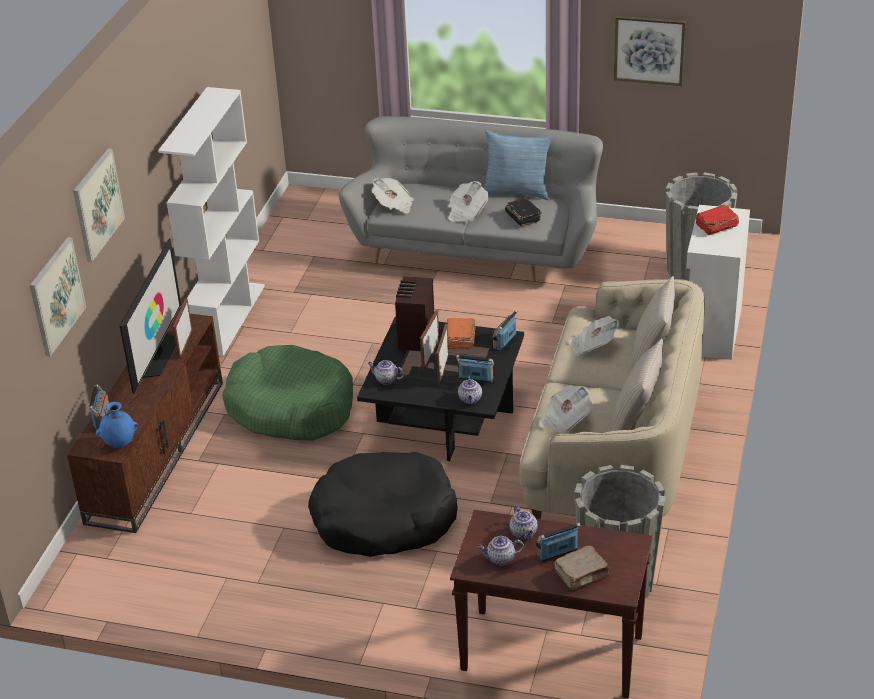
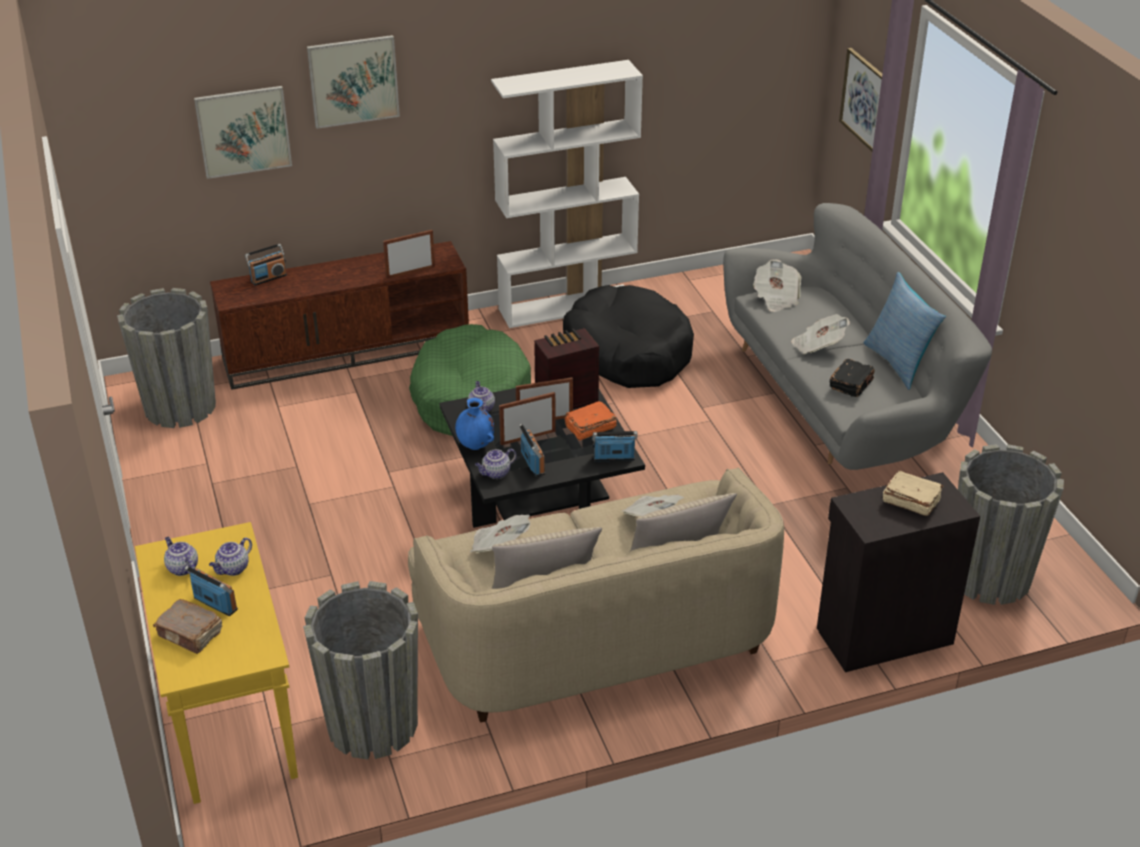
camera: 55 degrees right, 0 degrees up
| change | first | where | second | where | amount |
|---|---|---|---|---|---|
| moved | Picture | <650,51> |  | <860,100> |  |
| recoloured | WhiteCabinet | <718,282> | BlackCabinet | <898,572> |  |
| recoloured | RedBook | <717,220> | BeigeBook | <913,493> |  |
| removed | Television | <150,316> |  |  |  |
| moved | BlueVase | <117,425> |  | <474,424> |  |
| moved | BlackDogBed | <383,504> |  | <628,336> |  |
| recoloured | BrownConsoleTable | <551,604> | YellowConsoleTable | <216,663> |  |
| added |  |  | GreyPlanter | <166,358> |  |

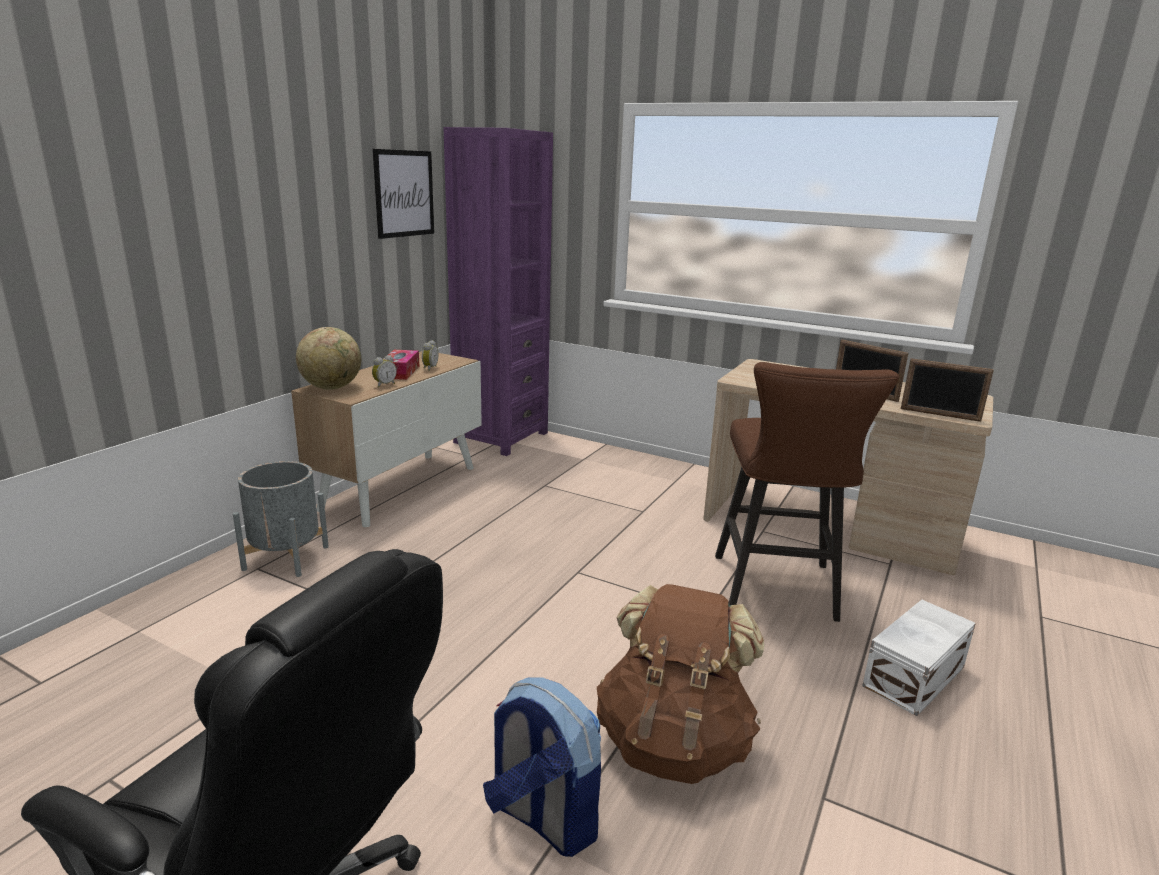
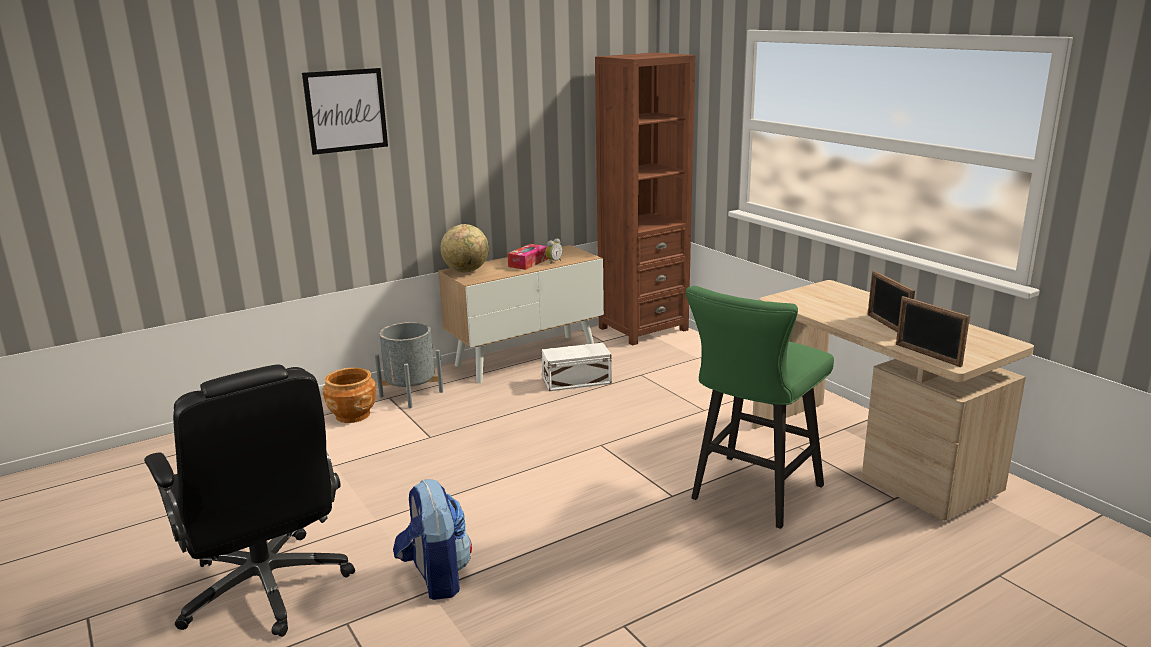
camera: 30 degrees right, 0 degrees up
| change | first | where | second | where | amount |
|---|---|---|---|---|---|
| recoloured | PurpleBookcase | <498,291> | BrownBookcase | <645,199> |  |
| moved | Picture | <403,194> |  | <345,111> |  |
| removed | AlarmClock | <384,371> |  |  |  |
| recoloured | BrownStool | <807,492> | GreenStool | <760,407> |  |
| removed | BrownBackpack | <680,684> |  |  |  |
| moved | WhiteStorageBox | <919,658> |  | <577,367> |  |
| added |  |  | BrownPlanter | <349,395> |  |

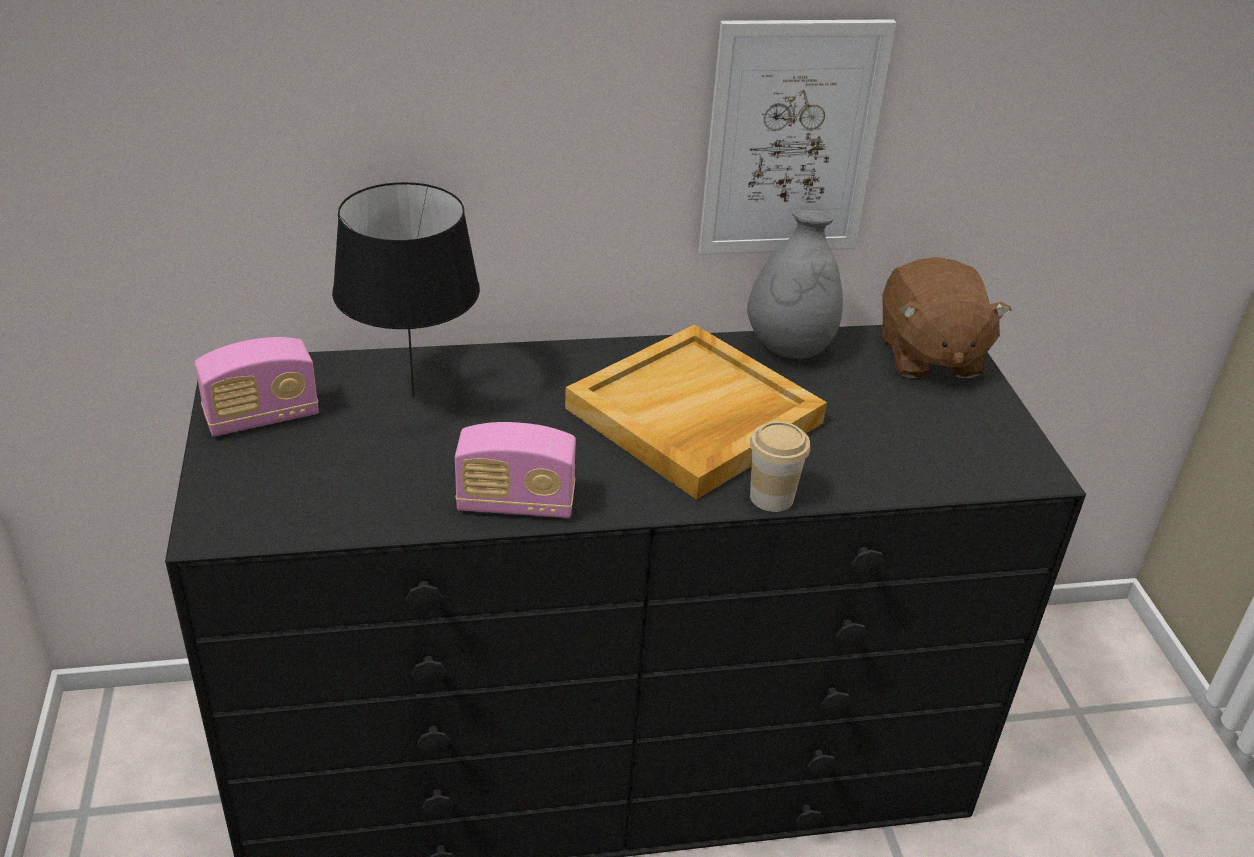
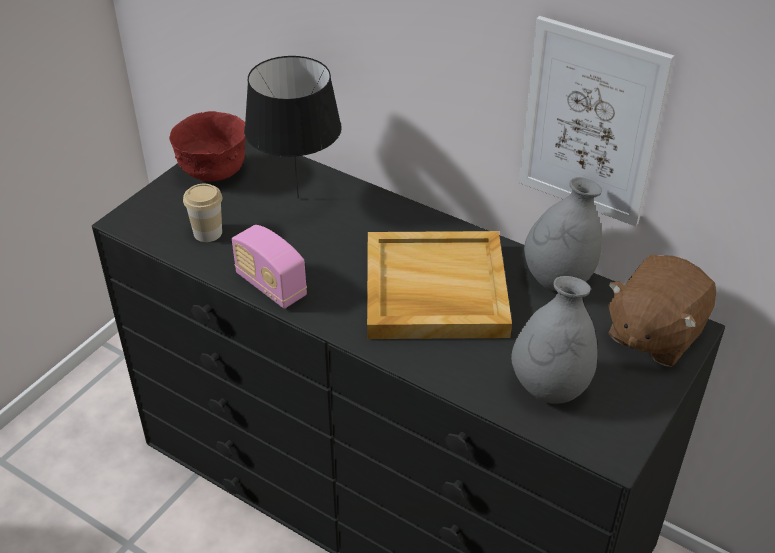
camera: 45 degrees right, 5 degrees up
| change | first | where | second | where | amount |
|---|---|---|---|---|---|
| replaced | Radio | <257,386> | RedBowl | <207,146> |  |
| moved | Cup | <780,466> |  | <202,213> |  |
| added |  |  | GreyVase | <554,340> |  |

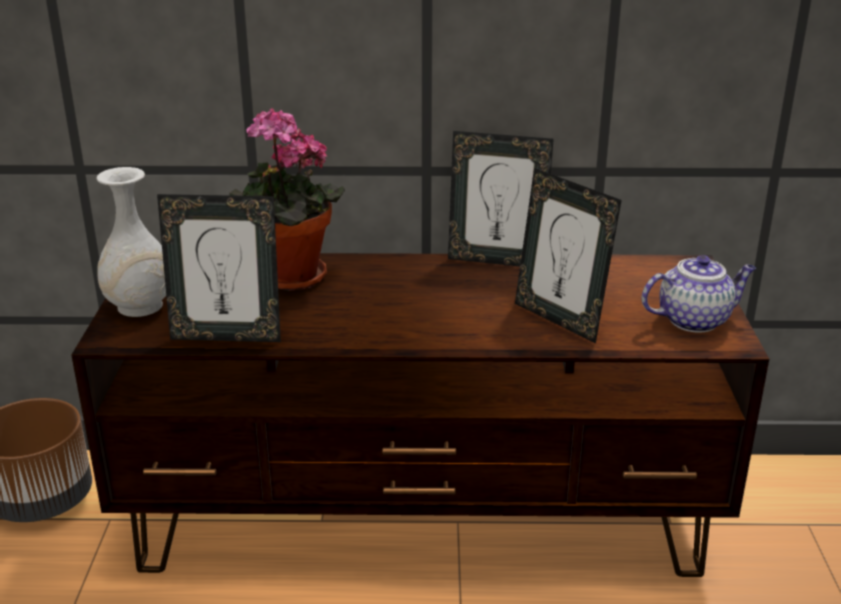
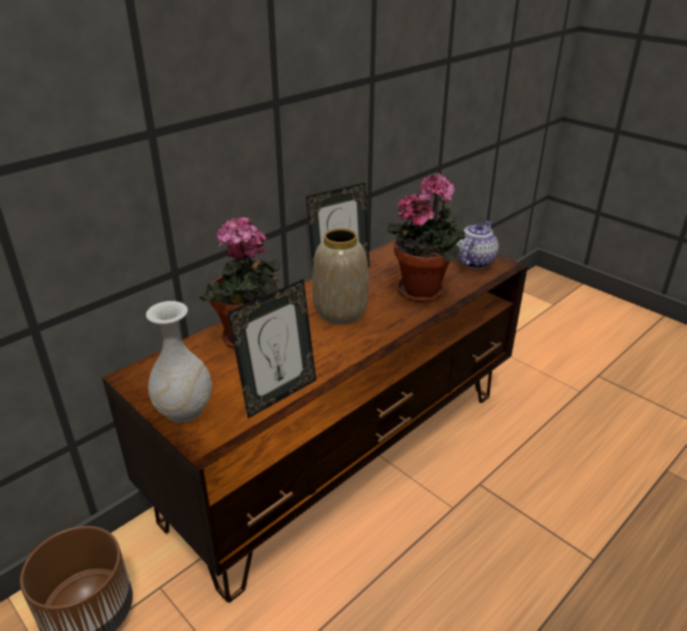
camera: 45 degrees left, 5 degrees up
| change | first | where | second | where | amount |
|---|---|---|---|---|---|
| replaced | PictureFrame | <568,256> | PottedPlant | <426,237> |  |
| added |  |  | Vase | <340,276> |  |

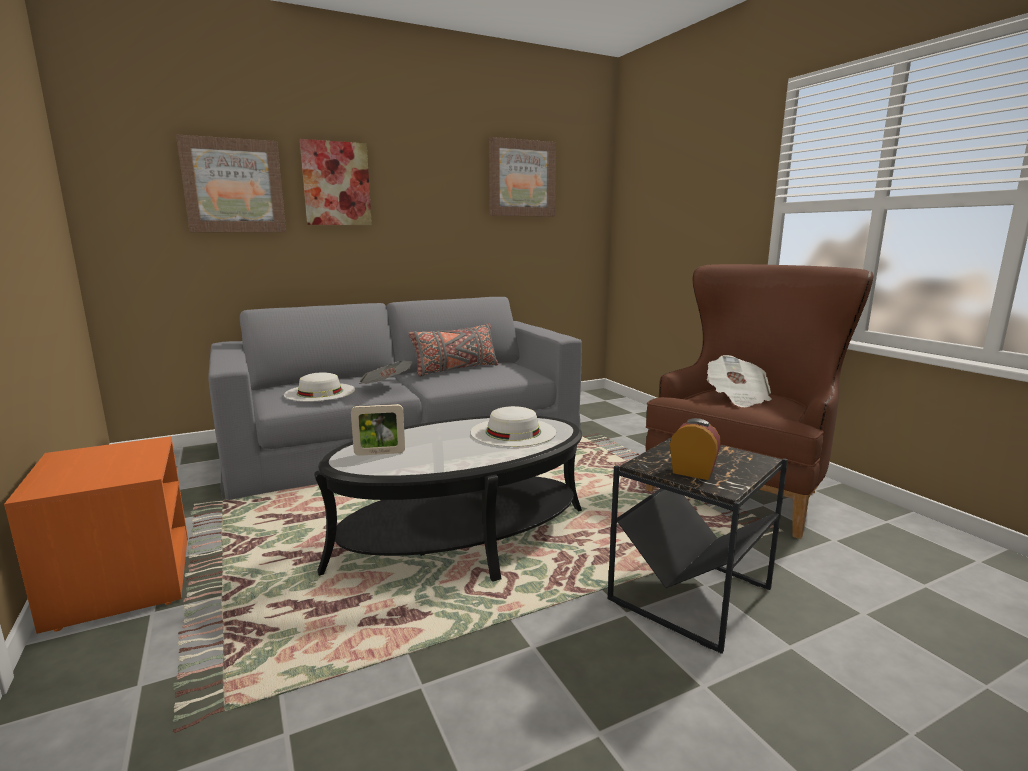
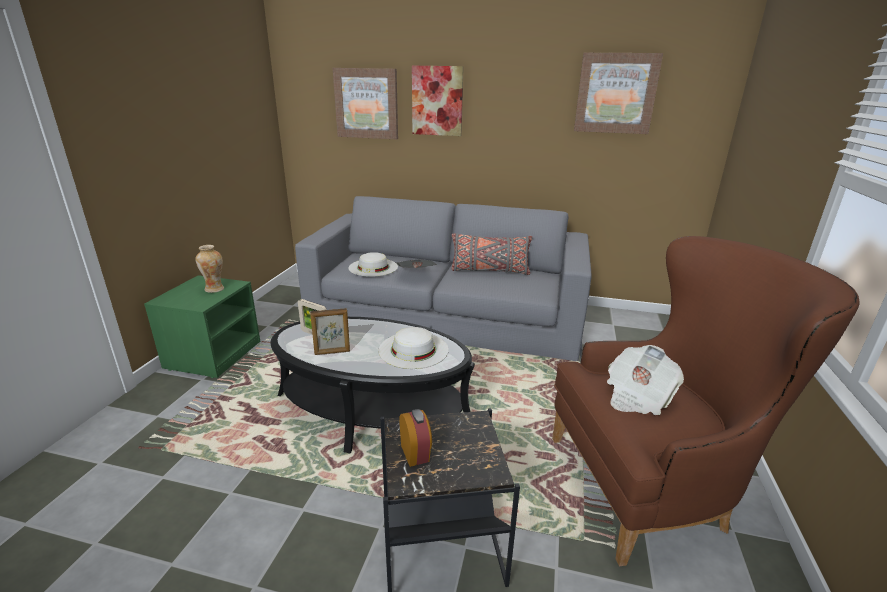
camera: 40 degrees right, 10 degrees up
| change | first | where | second | where | amount |
|---|---|---|---|---|---|
| recoloured | OrangeNightstand | <96,535> | GreenNightstand | <202,326> |  |
| added |  |  | Vase | <209,269> |  |
| added |  |  | PictureFrame | <330,331> |  |

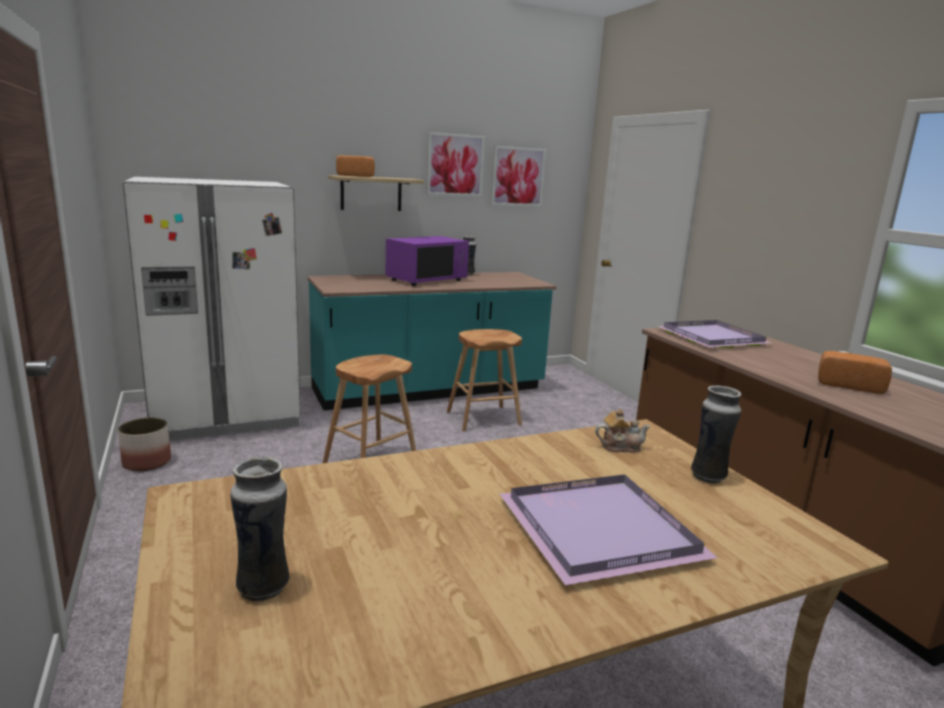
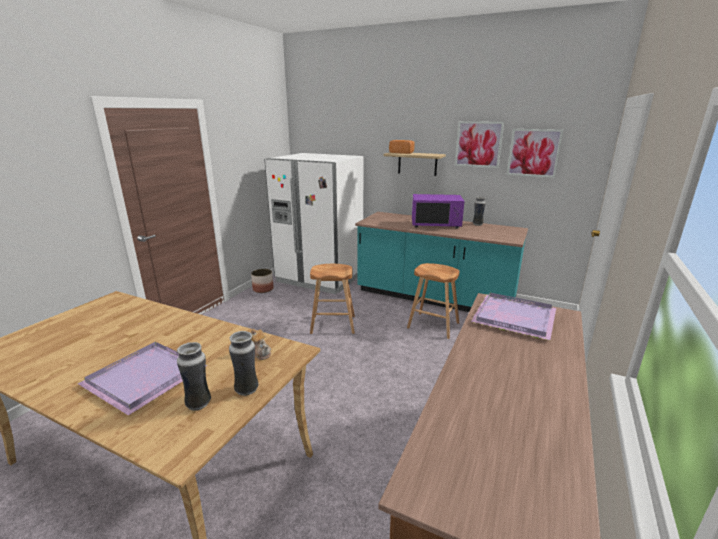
camera: 50 degrees right, 5 degrees up
| change | first | where | second | where | amount |
|---|---|---|---|---|---|
| removed | Bread | <855,372> |  |  |  |
| moved | Vase | <260,529> |  | <194,376> |  |

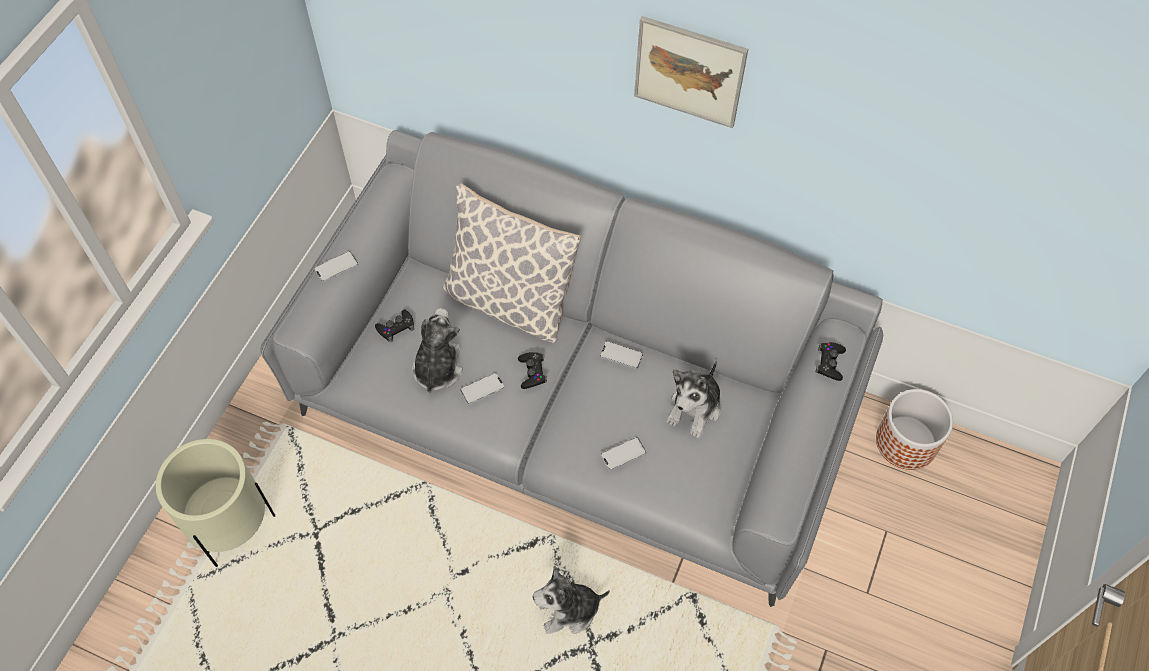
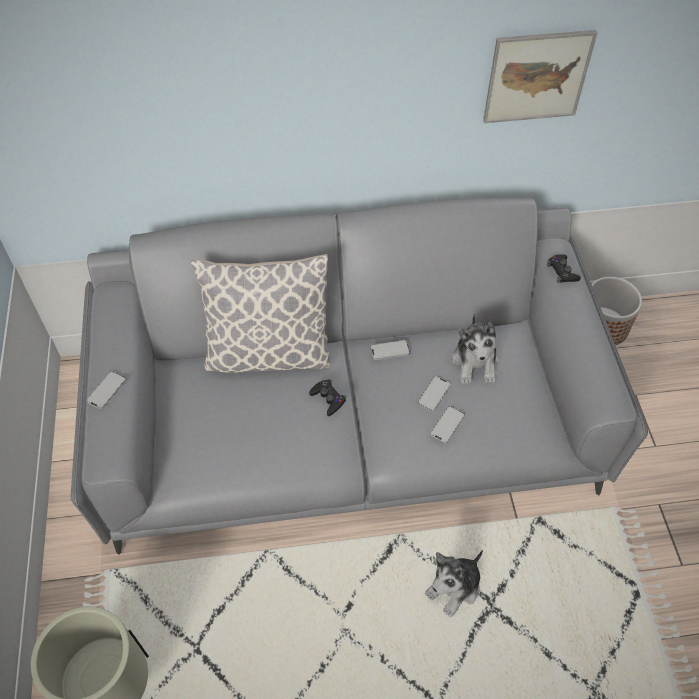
camera: 30 degrees left, 5 degrees down
| change | first | where | second | where | amount |
|---|---|---|---|---|---|
| moved | Picture | <691,72> |  | <540,76> |  |
| removed | PlushToy | <437,351> |  |  |  |
| removed | BlackGameController | <394,325> |  |  |  |
| moved | Phone | <482,389> |  | <434,394> |  |

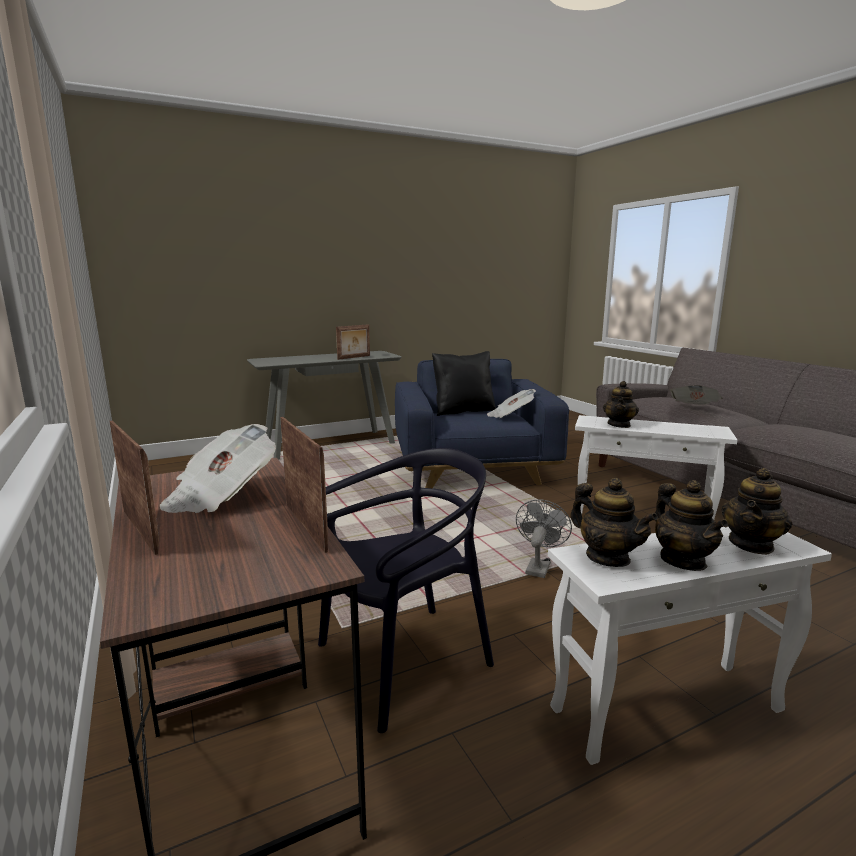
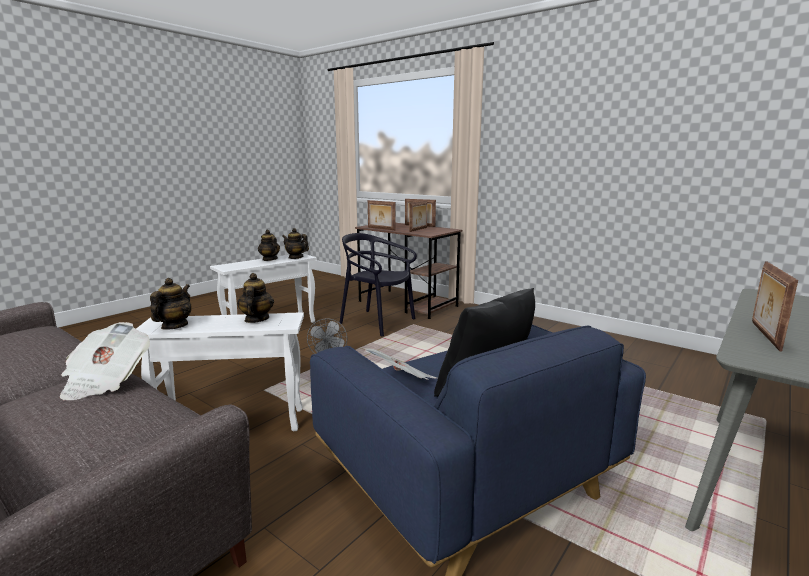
camera: 155 degrees right, 0 degrees up
| change | first | where | second | where | amount |
|---|---|---|---|---|---|
| replaced | Newspaper | <218,468> | PictureFrame | <418,216> |  |
| turned | BlackChair | <406,590> |  | <378,285> | 90 degrees clockwise |
| moved | Teapot | <756,511> |  | <171,304> |  |

